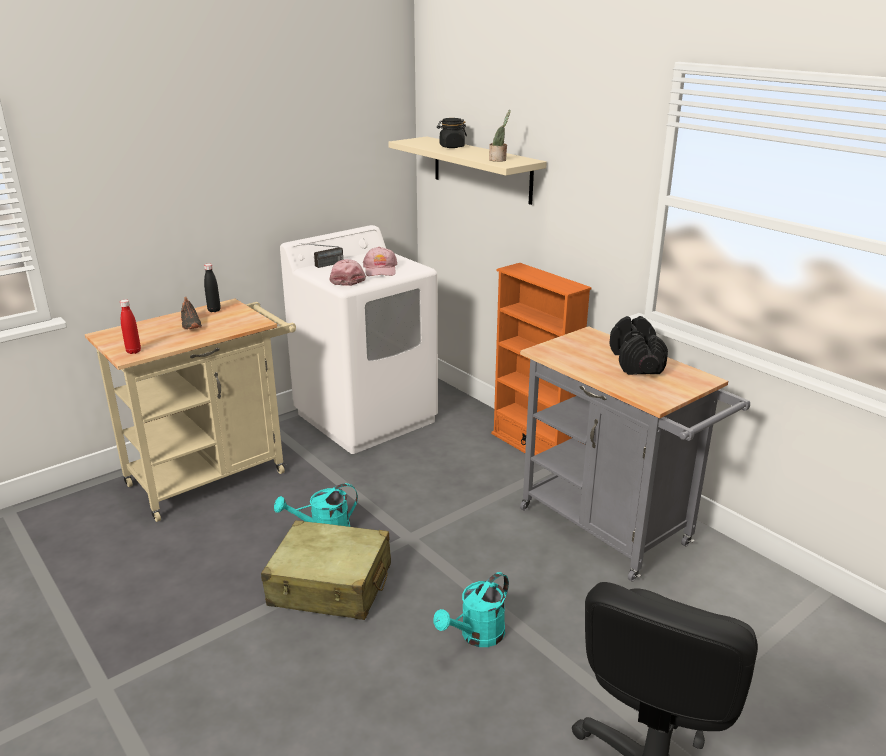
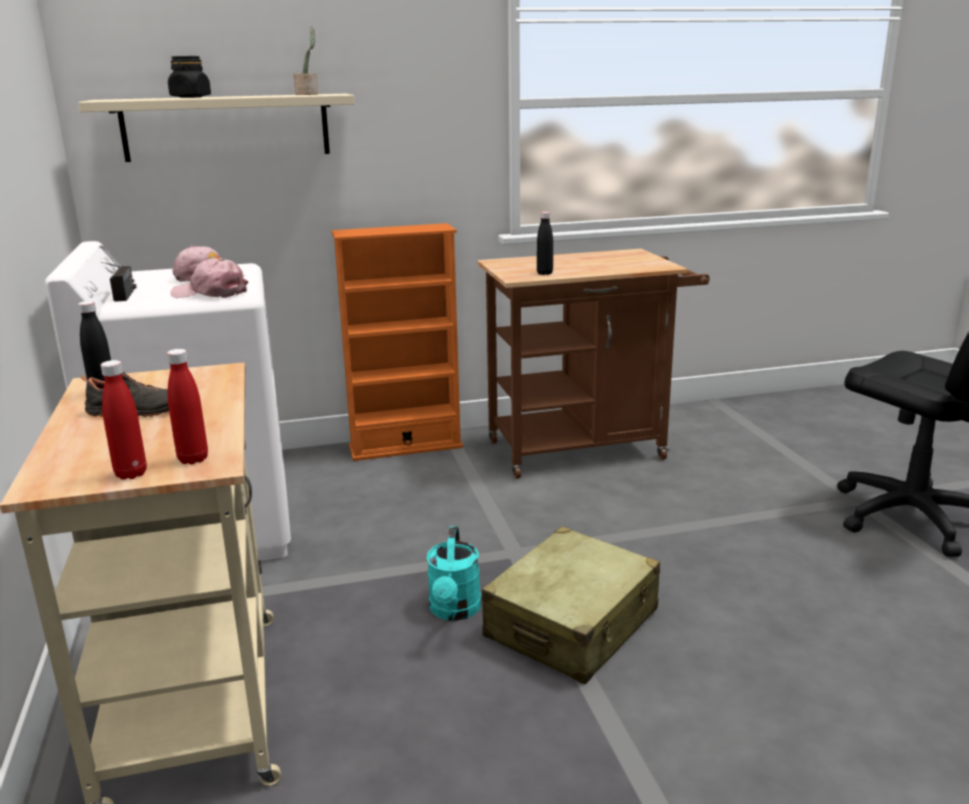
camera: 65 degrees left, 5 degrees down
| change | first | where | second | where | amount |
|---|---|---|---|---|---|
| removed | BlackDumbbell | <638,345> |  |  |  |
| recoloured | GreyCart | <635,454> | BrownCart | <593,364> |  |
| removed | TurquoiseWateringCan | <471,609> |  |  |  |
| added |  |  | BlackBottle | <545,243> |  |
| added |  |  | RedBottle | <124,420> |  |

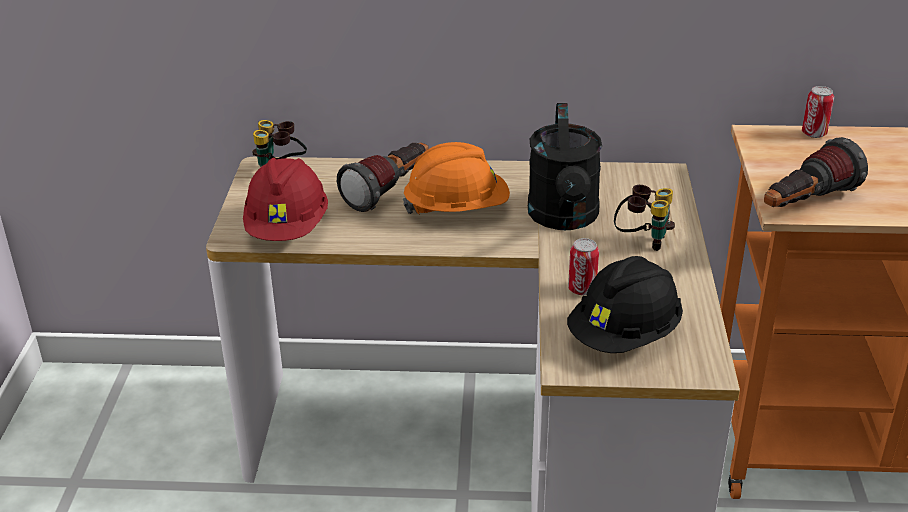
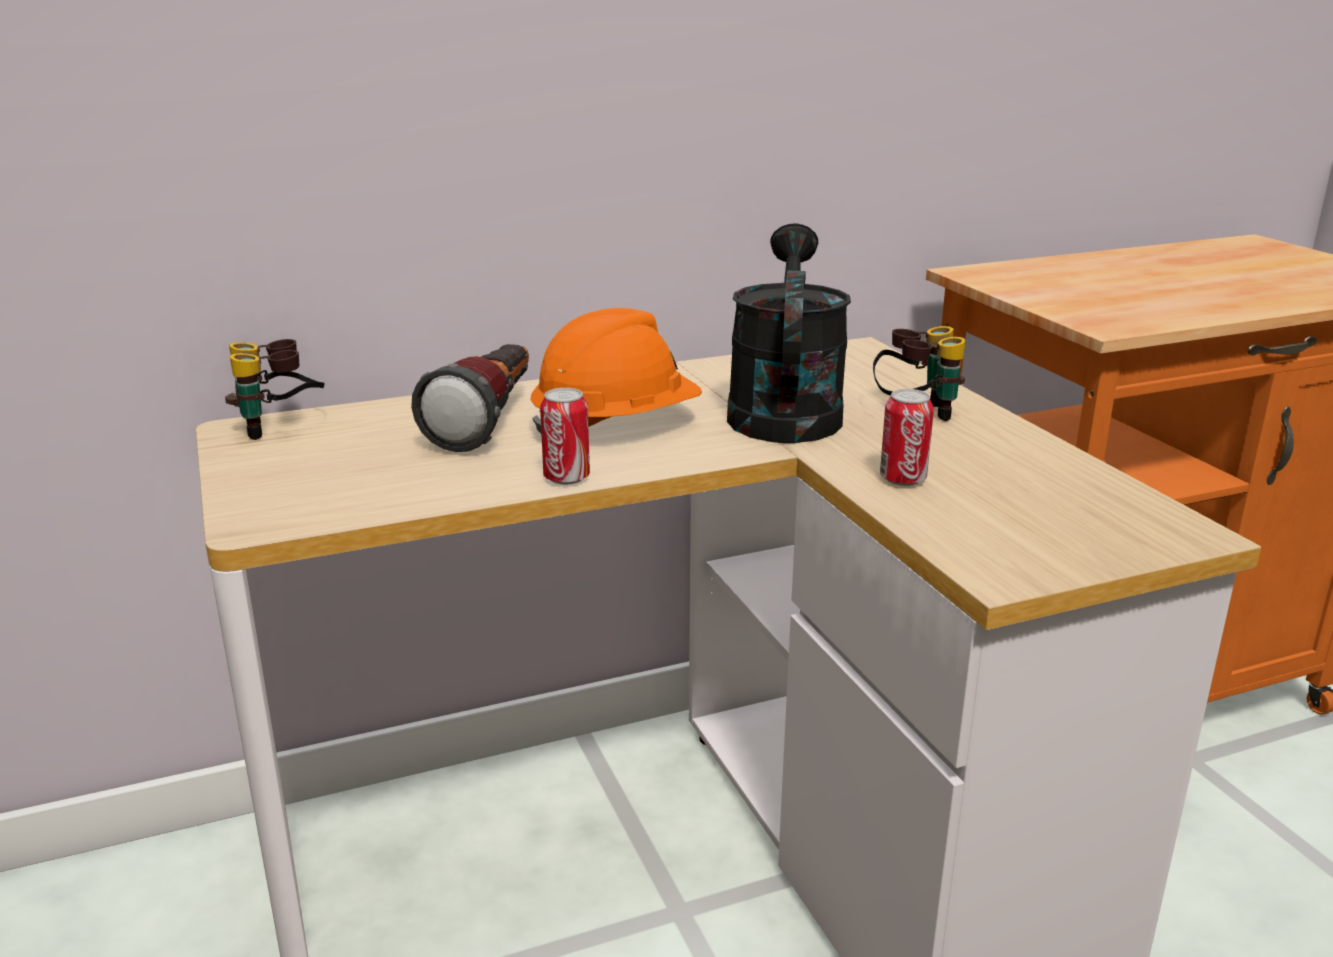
camera: 25 degrees left, 10 degrees down
| change | first | where | second | where | amount |
|---|---|---|---|---|---|
| moved | Can | <818,112> |  | <565,436> |  |
| turned | BlackWateringCan | <565,166> |  | <789,333> | 150 degrees counterclockwise |
| removed | Flashlight | <816,172> |  |  |  |
| removed | RedHardHat | <285,199> |  |  |  |
| removed | BlackHardHat | <625,304> |  |  |  |

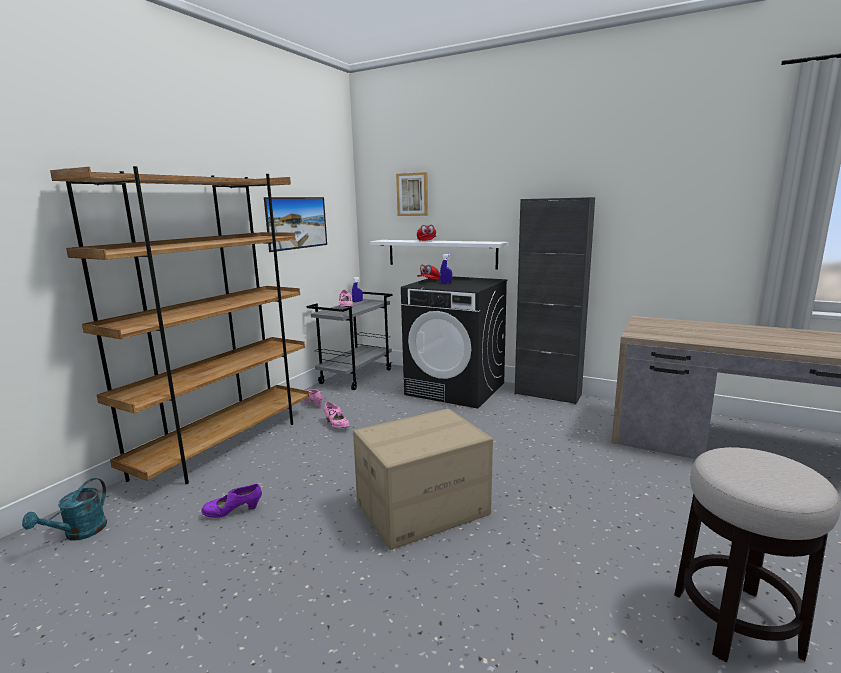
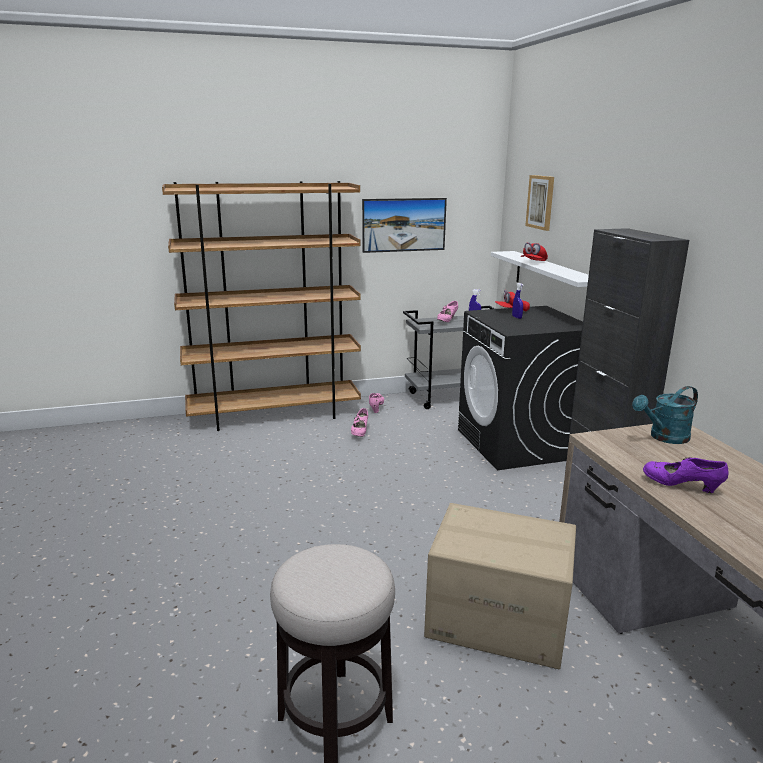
camera: 45 degrees right, 5 degrees up
| change | first | where | second | where | amount |
|---|---|---|---|---|---|
| moved | CardboardBox | <423,479> |  | <500,586> |  |
| moved | TurquoiseWateringCan | <64,509> |  | <665,415> |  |
| moved | PurpleShoe | <231,501> |  | <685,475> |  |

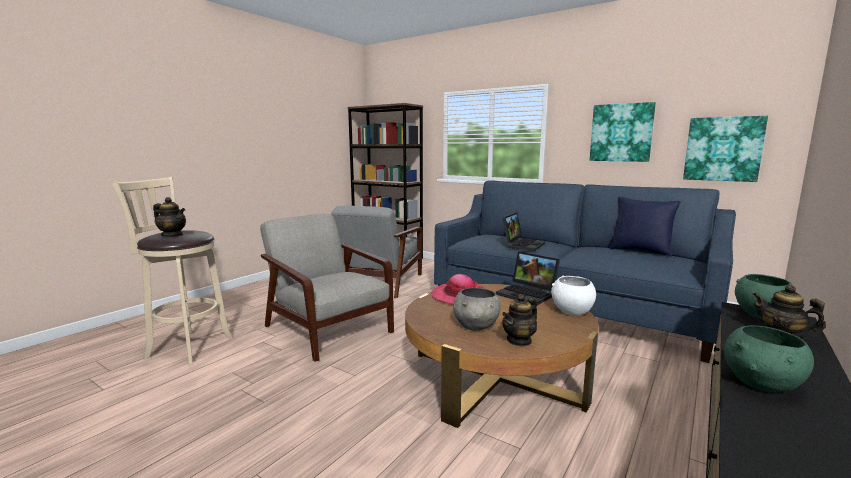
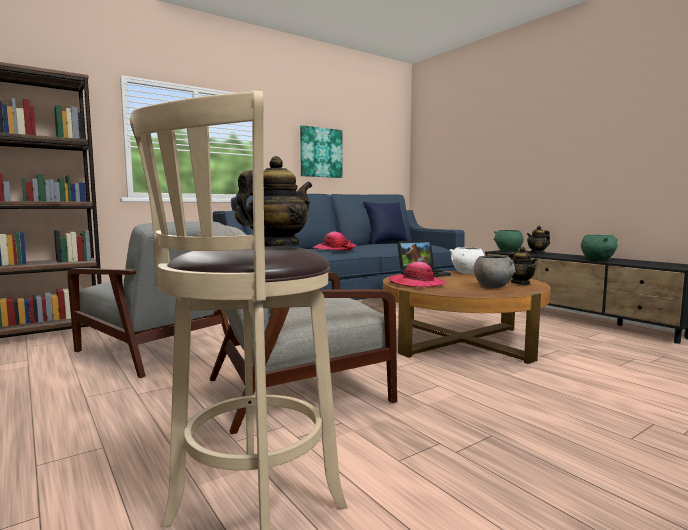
camera: 70 degrees left, 5 degrees down
| change | first | where | second | where | amount |
|---|---|---|---|---|---|
| removed | Picture | <725,149> |  |  |  |
| replaced | Laptop | <523,231> | Hat | <334,241> |  |

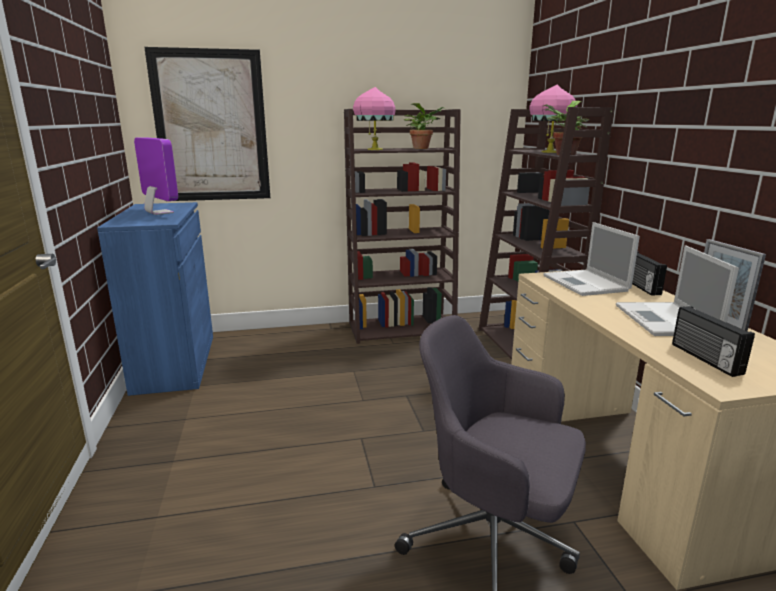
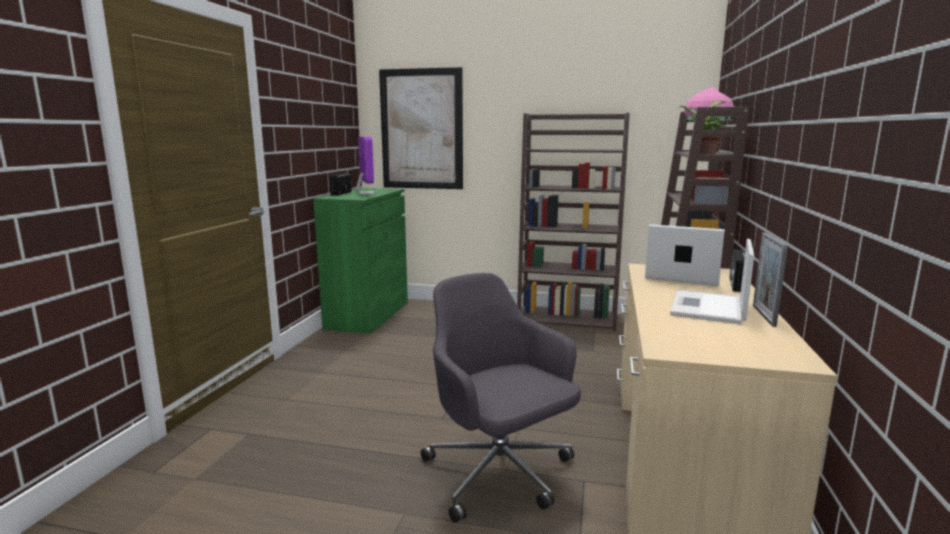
camera: 25 degrees right, 5 degrees down
| change | first | where | second | where | amount |
|---|---|---|---|---|---|
| removed | PinkTableLamp | <374,118> |  |  |  |
| removed | PottedPlant | <424,126> |  |  |  |
| recoloured | BlueCabinet | <155,299> | GreenCabinet | <360,261> |  |
| turned | Laptop | <591,259> |  | <685,255> | 105 degrees clockwise |
| moved | Radio | <713,341> |  | <341,184> |  |

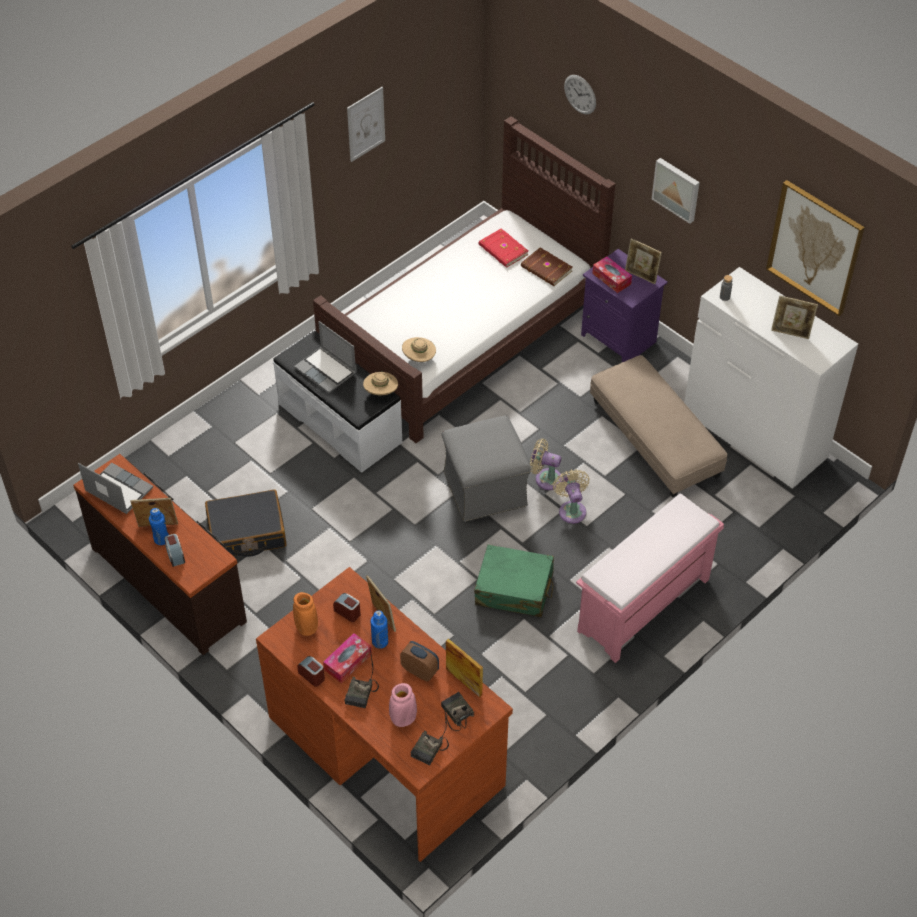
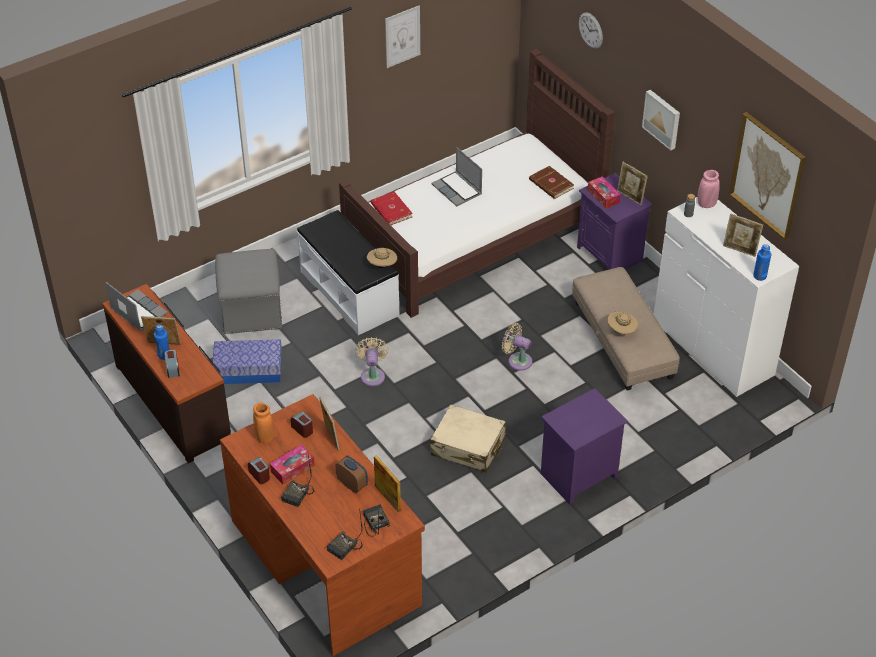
camera: 10 degrees right, 5 degrees down
| change | first | where | second | where | amount |
|---|---|---|---|---|---|
| moved | RedBook | <503,248> |  | <392,208> |  |
| moved | Laptop | <325,357> |  | <456,176> |  |
| moved | BeigeHat | <419,349> |  | <622,323> |  |
| moved | GreyOttoman | <486,469> |  | <248,291> |  |
| moved | BeigeFan | <571,496> |  | <371,361> |  |
| replaced | BlackSuitcase | <246,523> | StorageBox | <247,361> |  |
| replaced | PinkBench | <650,578> | PurpleNightstand | <584,446> |  |
| recoloured | GreenSuitcase | <514,580> | BeigeSuitcase | <468,438> |  |
| moved | BlueBottle | <379,629> |  | <762,262> |  |
| moved | PinkVase | <403,705> |  | <709,189> |  |

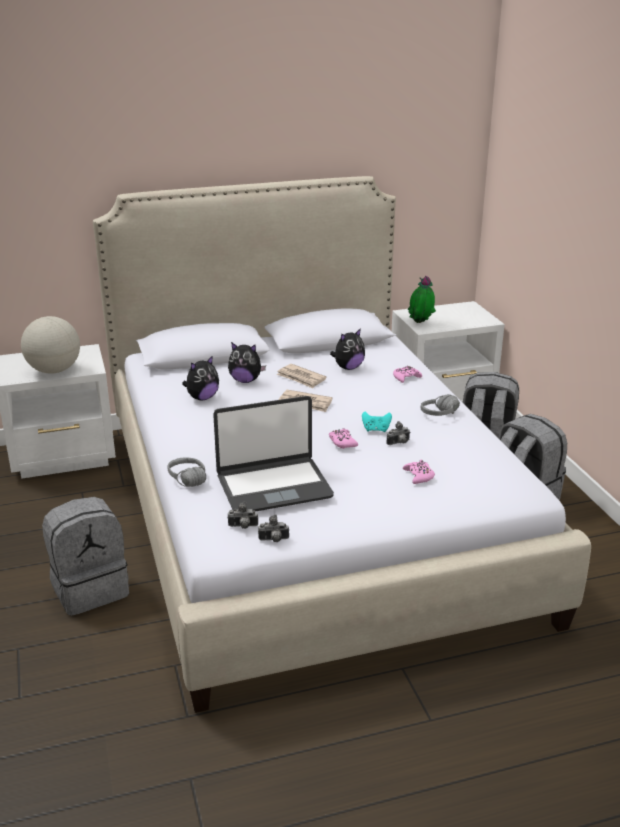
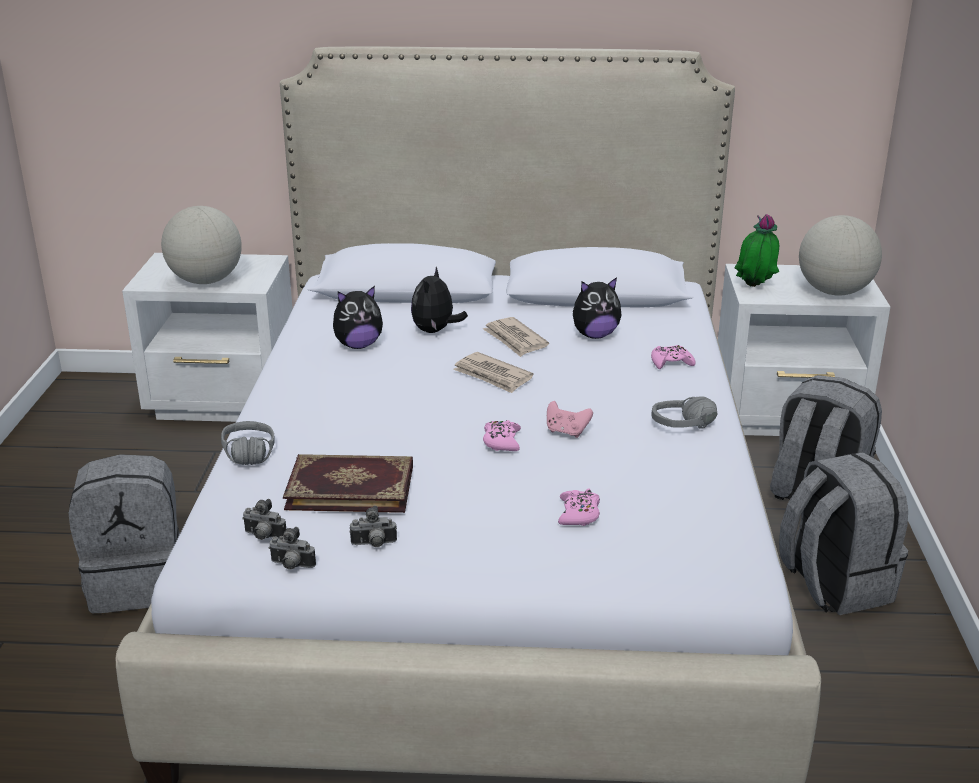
camera: 20 degrees right, 0 degrees up
| change | first | where | second | where | amount |
|---|---|---|---|---|---|
| turned | PlushToy | <247,362> |  | <439,300> | 75 degrees clockwise |
| replaced | Laptop | <273,454> | Book | <348,483> |  |
| recoloured | TurquoiseGameController | <377,422> | PinkGameController | <570,419> |  |
| moved | PhotoCamera | <398,433> |  | <373,526> |  |
| added |  |  | Globe | <840,255> |  |

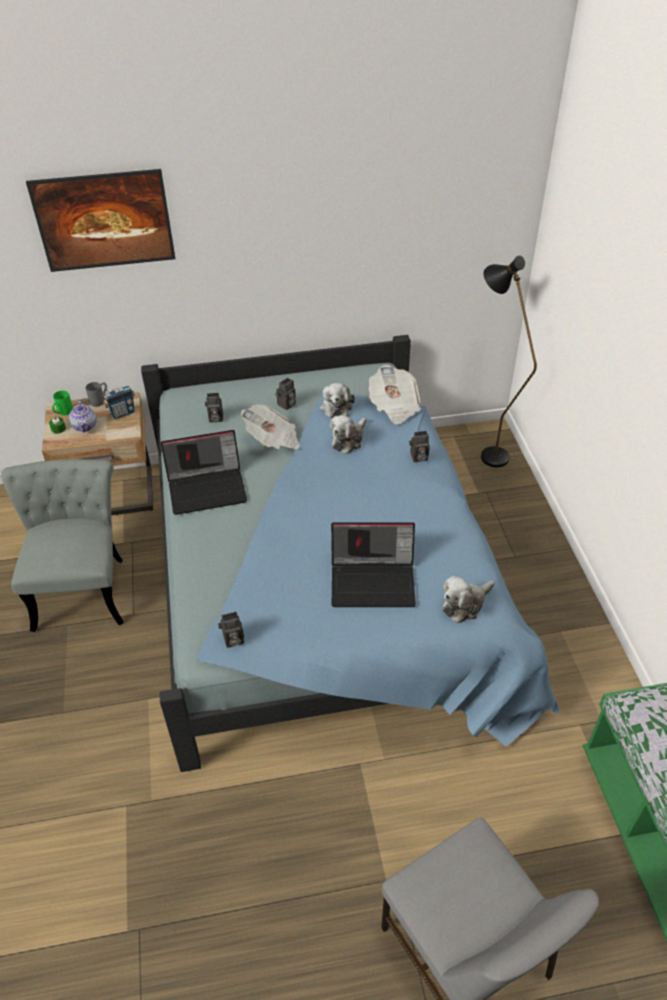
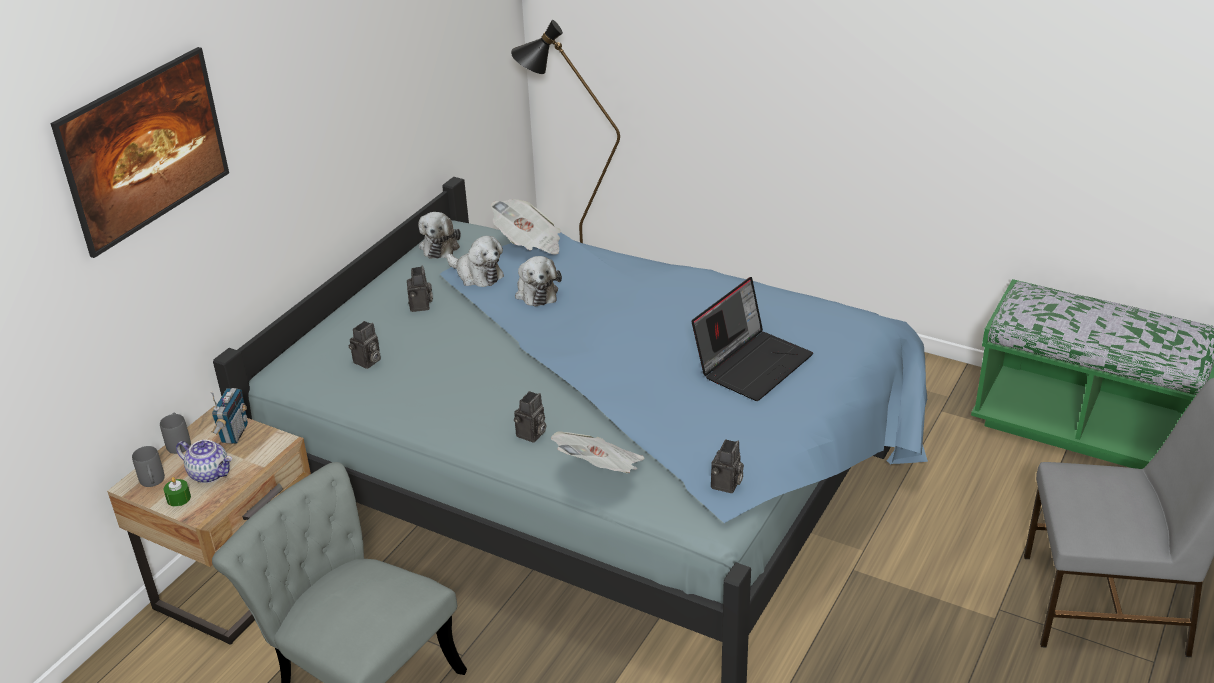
camera: 50 degrees left, 10 degrees down
| change | first | where | second | where | amount |
|---|---|---|---|---|---|
| recoloured | GreenMug | <62,402> | GreyMug | <148,466> |  |
| moved | Newspaper | <270,426> |  | <597,452> |  |
| removed | Laptop | <204,472> |  |  |  |
| moved | PhotoCamera | <419,446> |  | <530,417> |  |
| moved | PlushToy | <468,599> |  | <439,235> |  |

